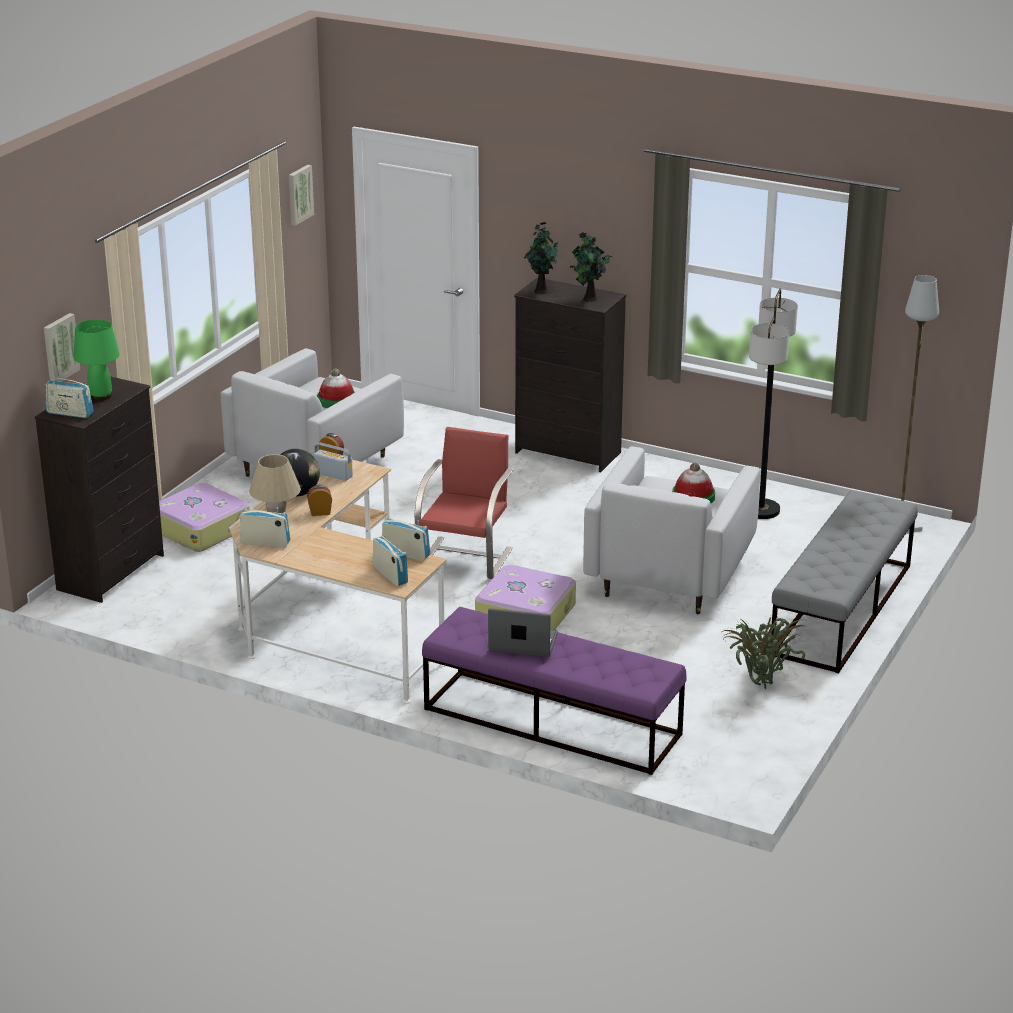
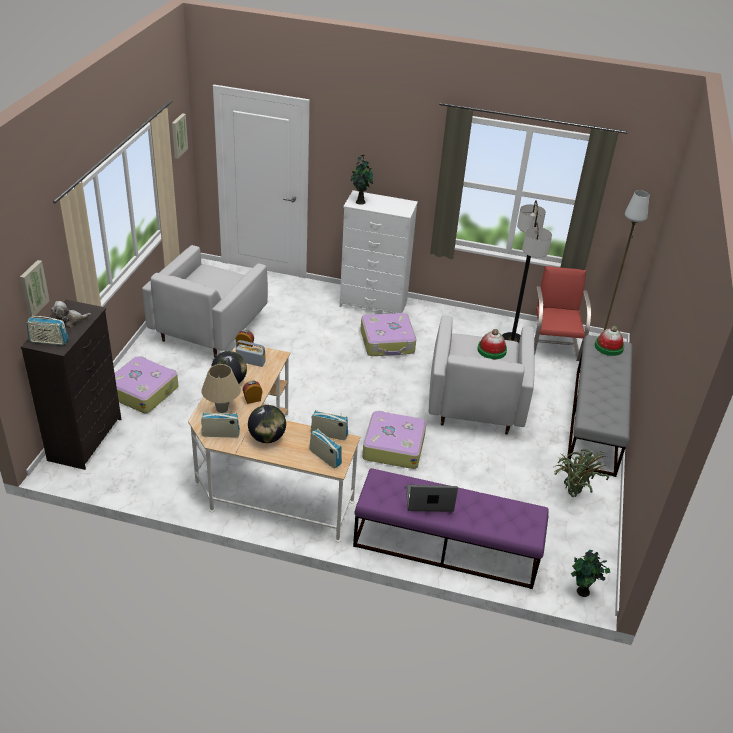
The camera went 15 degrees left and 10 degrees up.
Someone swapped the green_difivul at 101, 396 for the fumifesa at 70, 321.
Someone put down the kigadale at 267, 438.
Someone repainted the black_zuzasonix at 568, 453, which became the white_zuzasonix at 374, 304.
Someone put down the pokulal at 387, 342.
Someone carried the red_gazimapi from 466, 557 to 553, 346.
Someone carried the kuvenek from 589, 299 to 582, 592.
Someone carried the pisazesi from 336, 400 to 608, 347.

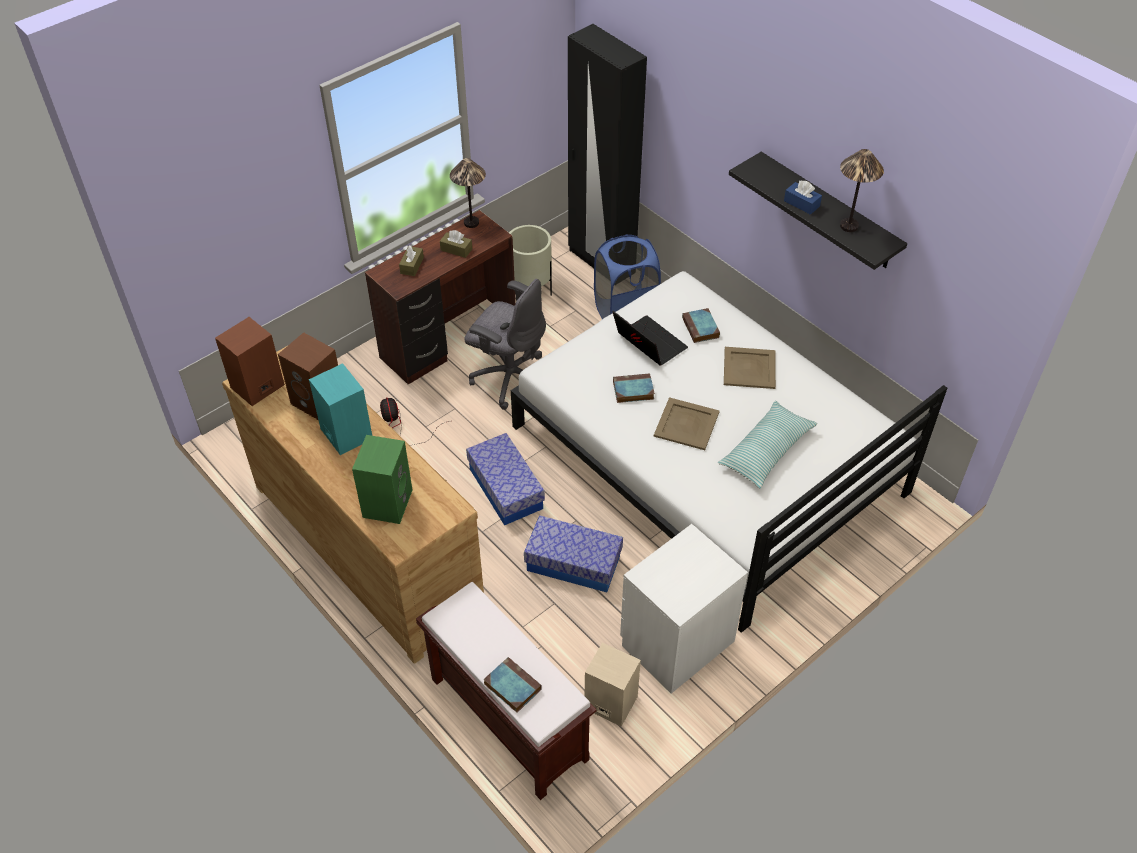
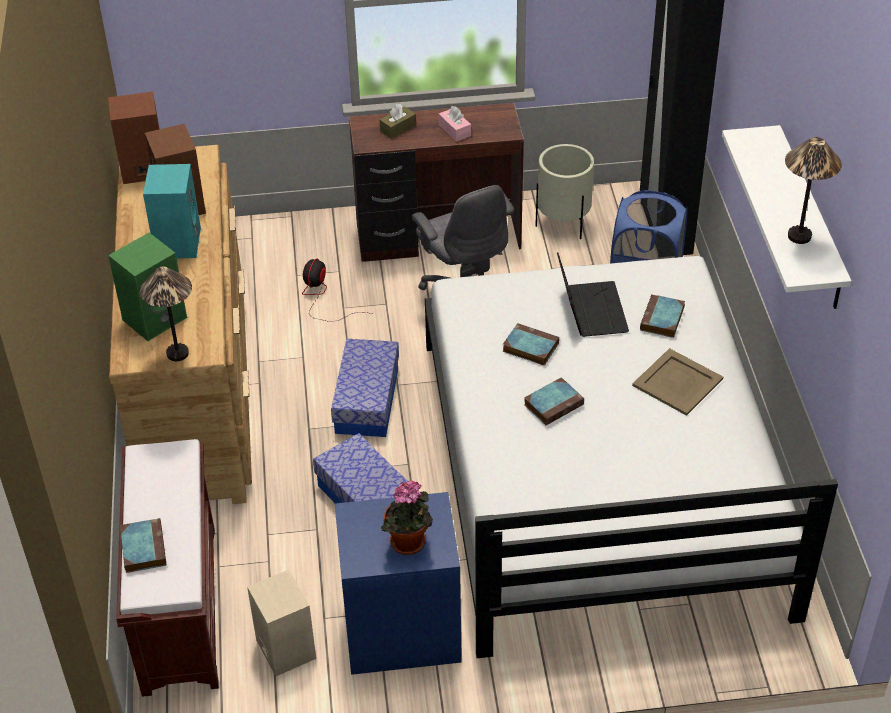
The camera went 35 degrees right and 5 degrees down.
Someone carried the difivul from 471, 222 to 178, 353.
Someone repainted the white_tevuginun at 676, 642, which became the blue_tevuginun at 401, 630.
Someone put down the kuvenek at 409, 544.
Someone repainted the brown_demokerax at 456, 249, which became the pink_demokerax at 454, 130.
Someone swapped the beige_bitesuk at 686, 423 for the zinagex at 554, 404.
Someone repainted the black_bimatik at 828, 211, which became the white_bimatik at 810, 219.
Someone took away the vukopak at 766, 451.
Someone took away the blue_demokerax at 801, 203.

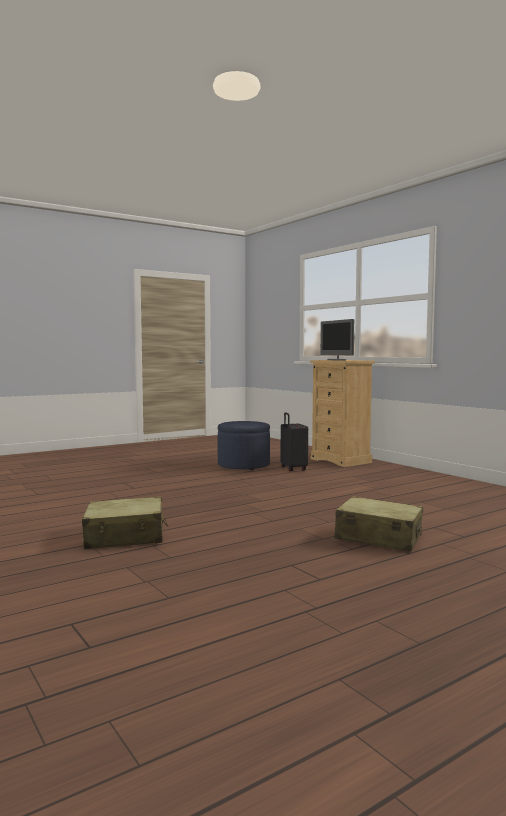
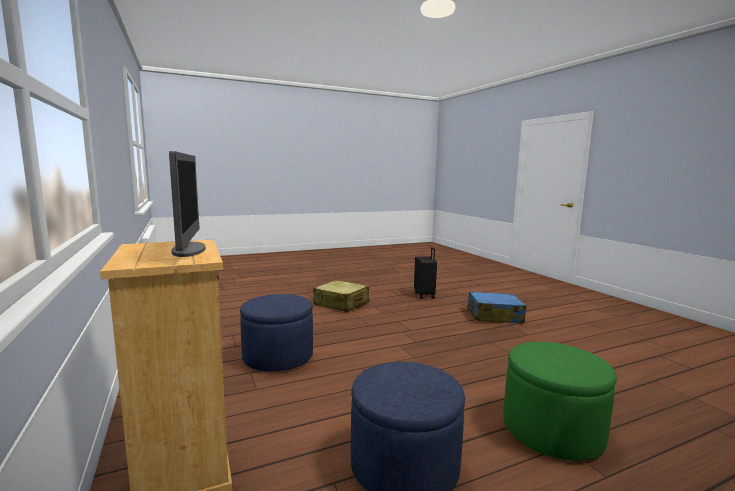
The camera went 170 degrees left and 5 degrees up.
Someone put down the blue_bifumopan at 278, 357.
Someone carried the black_pokulal from 292, 469 to 425, 295.
Someone repainted the beige_pokulal at 125, 537, which became the blue_pokulal at 494, 316.
Someone put down the green_bifumopan at 552, 431.

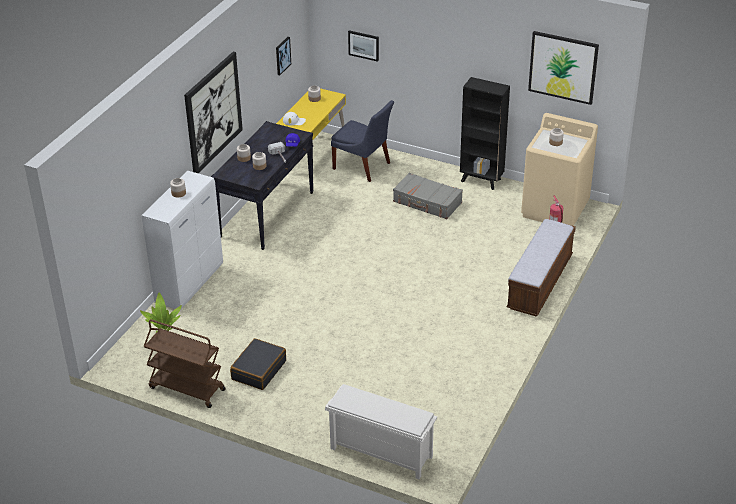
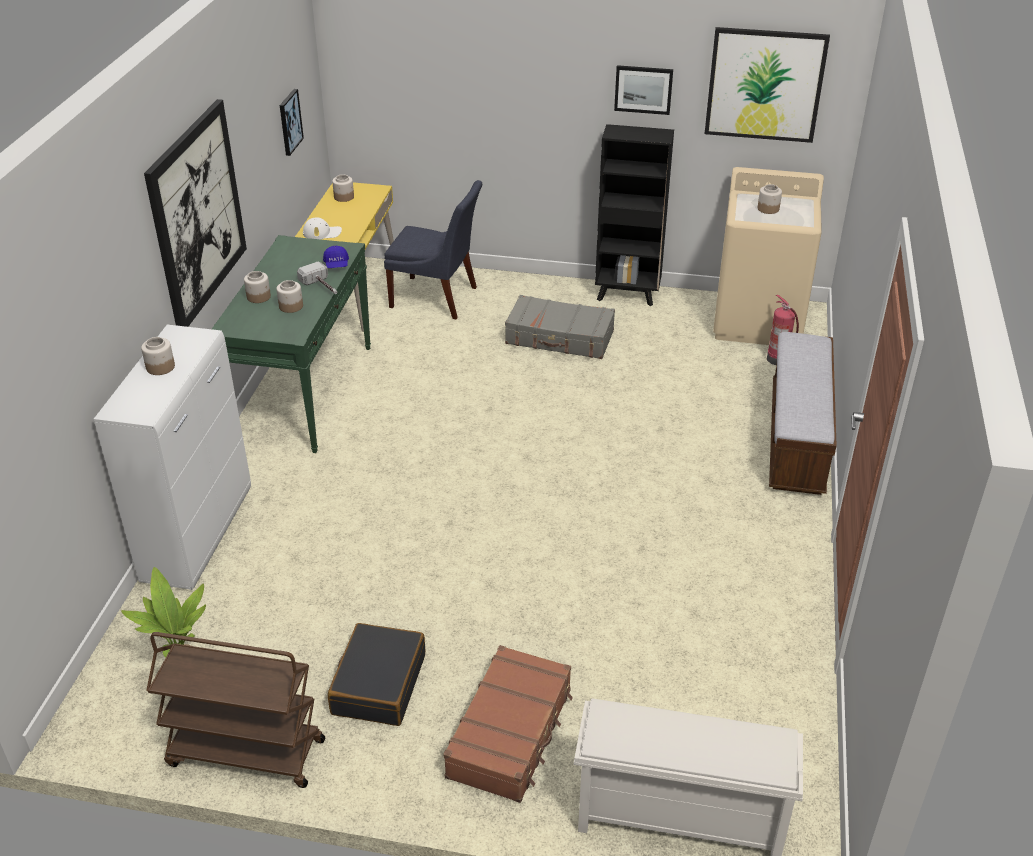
The camera went 15 degrees left and 0 degrees up.
Someone repainted the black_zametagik at 267, 214, which became the green_zametagik at 304, 392.
Someone put down the brown_pokulal at 511, 733.
Someone carried the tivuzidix from 364, 45 to 643, 89.

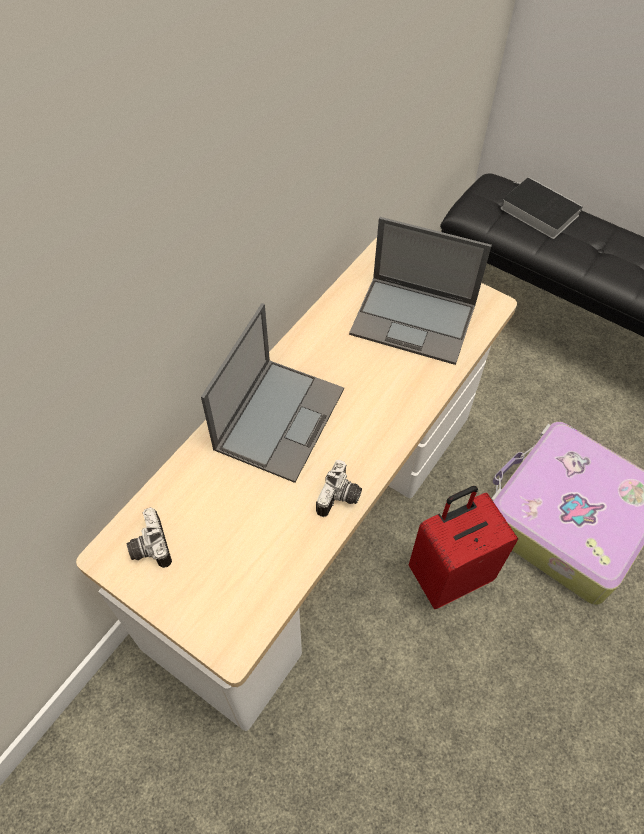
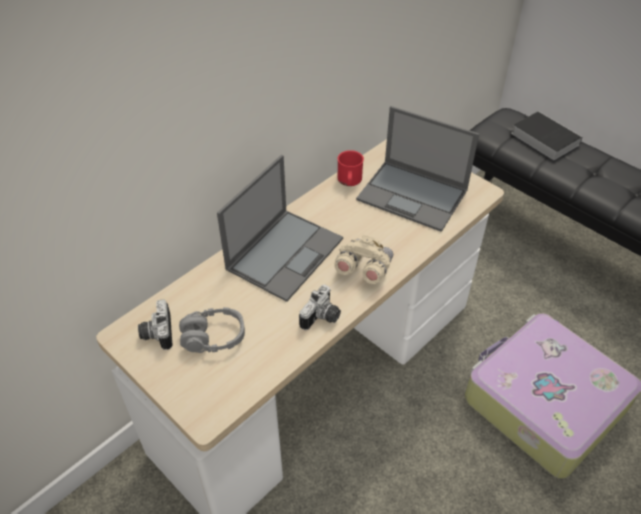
The camera went 10 degrees right and 10 degrees down.
Someone put down the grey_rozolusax at 213, 337.
Someone put down the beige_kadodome at 363, 269.
Someone put down the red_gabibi at 349, 181.
Someone took away the red_pokulal at 449, 575.

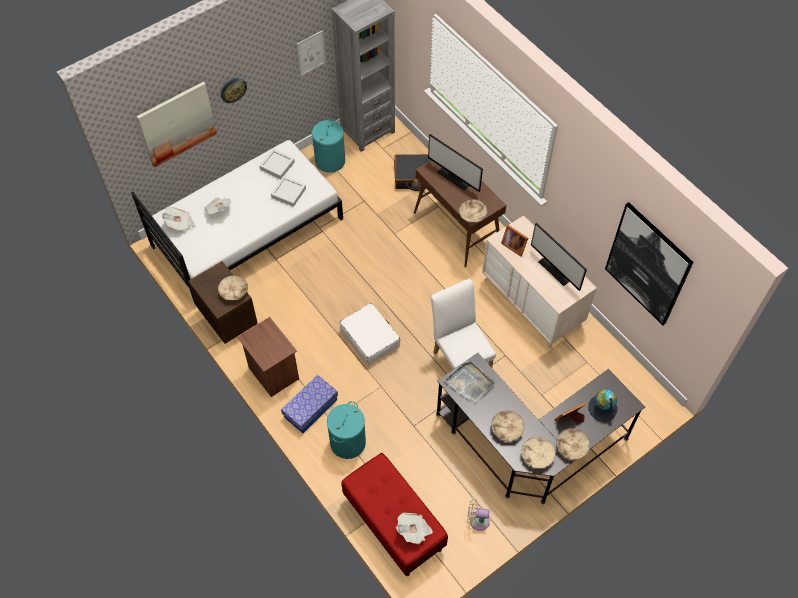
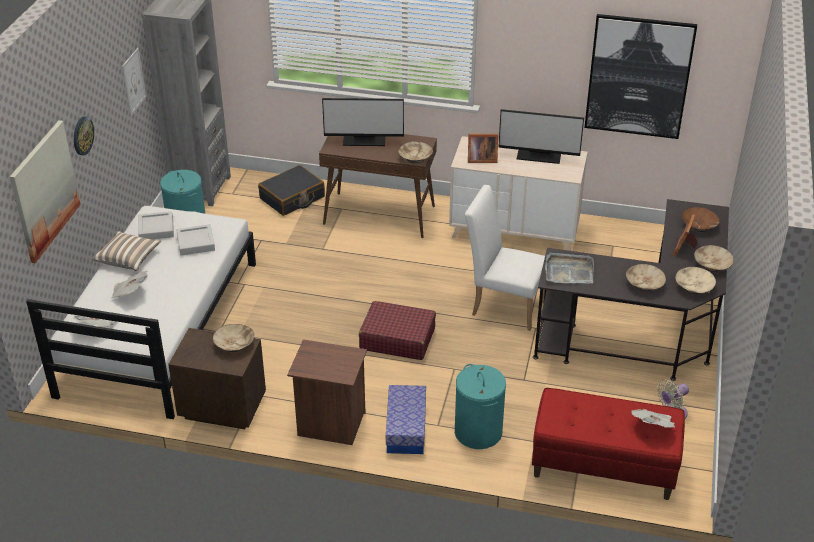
The camera went 40 degrees left and 20 degrees down.
Someone put down the vukopak at 128, 258.
Someone repainted the white_pokulal at 370, 338, which became the red_pokulal at 397, 339.
Someone swapped the kigadale at 602, 408 for the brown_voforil at 699, 226.

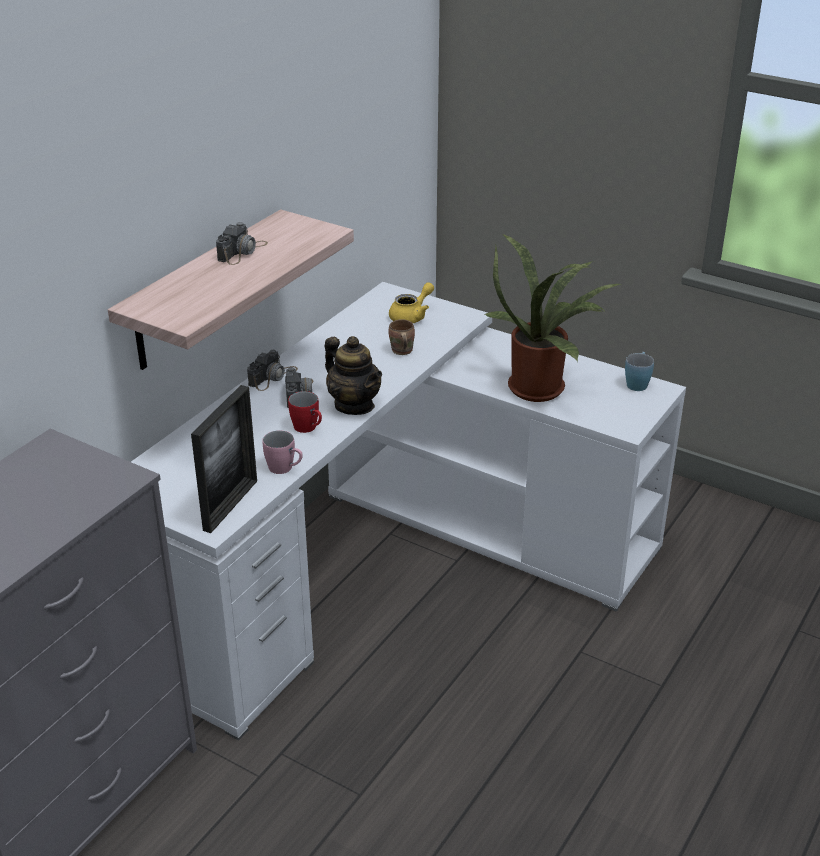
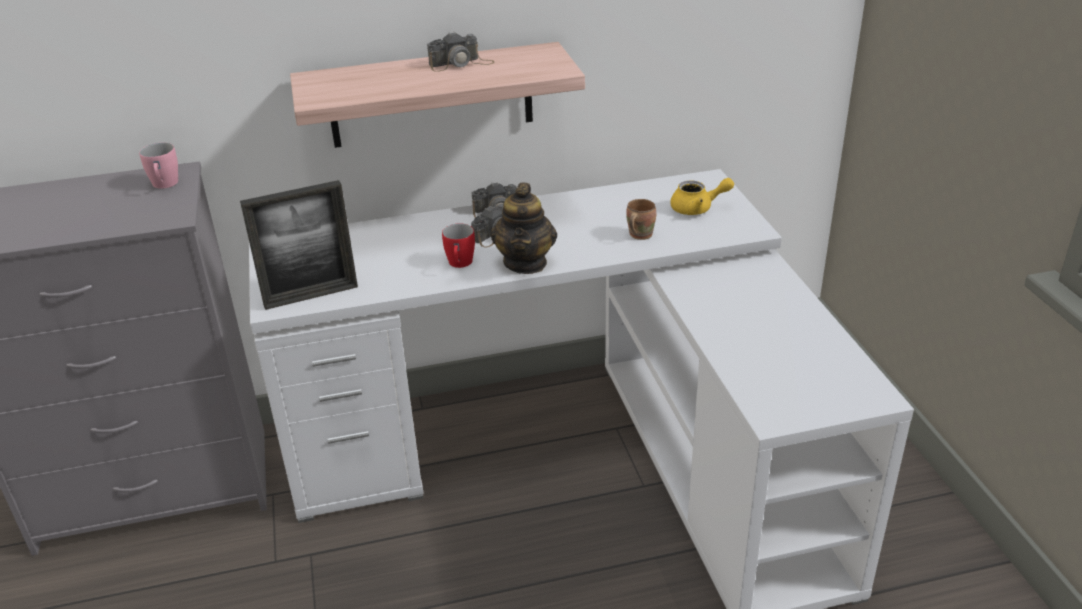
The camera went 45 degrees right and 0 degrees up.
Someone carried the pink_gabibi from 285, 469 to 165, 185.
Someone took away the kuvenek at 541, 387.
Someone took away the blue_gabibi at 637, 382.

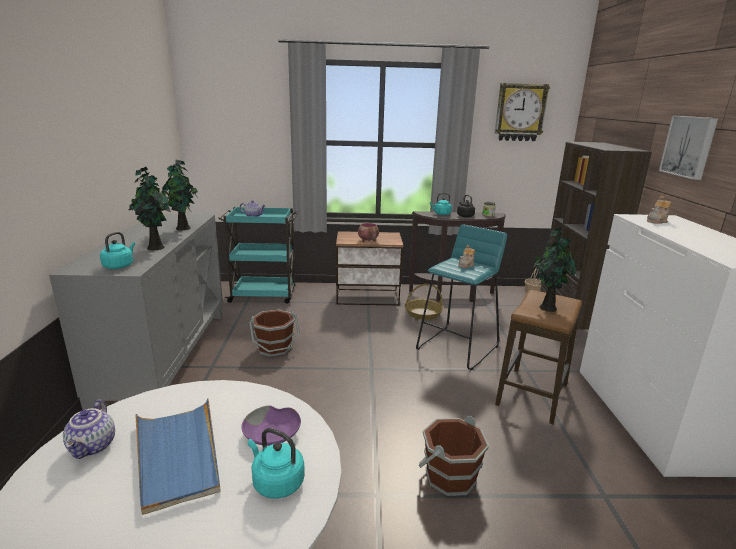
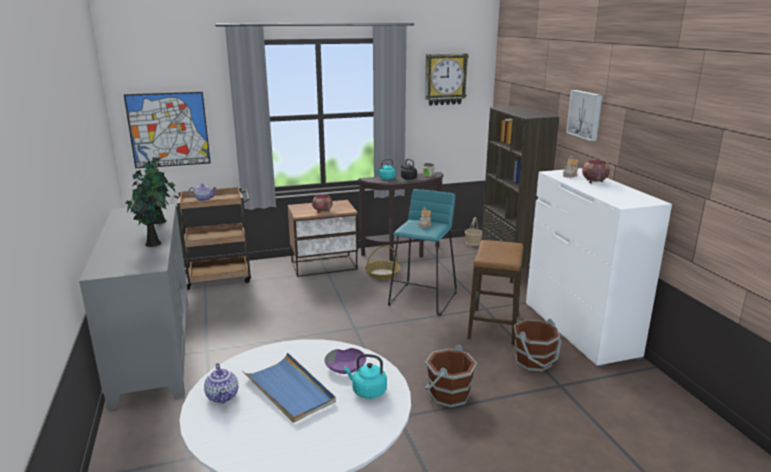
The camera went 15 degrees left and 0 degrees up.
Someone put up the tivuzidix at 168, 130.
Someone repainted the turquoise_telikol at 264, 295, which became the brown_telikol at 220, 278.
Someone carried the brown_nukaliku from 274, 348 to 534, 361.
Someone put down the voforil at 593, 181.
Someone took away the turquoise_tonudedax at 119, 266.
Someone took away the kuvenek at 546, 307.

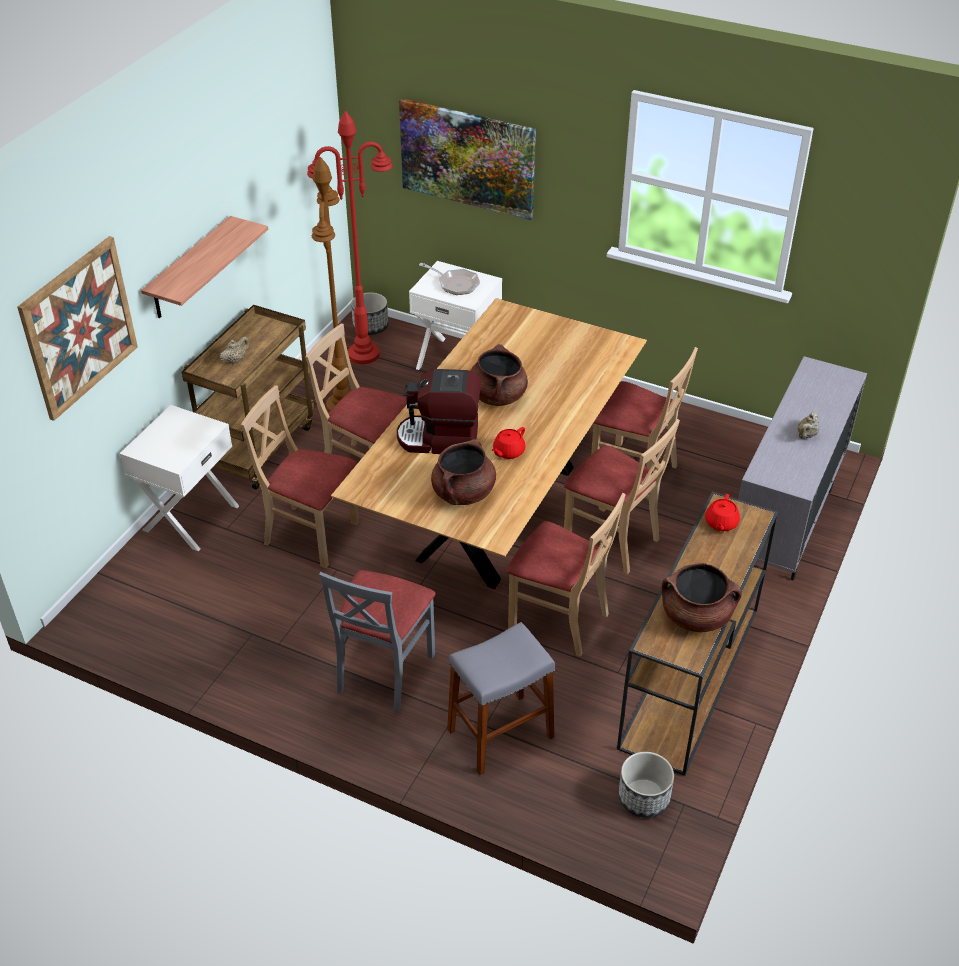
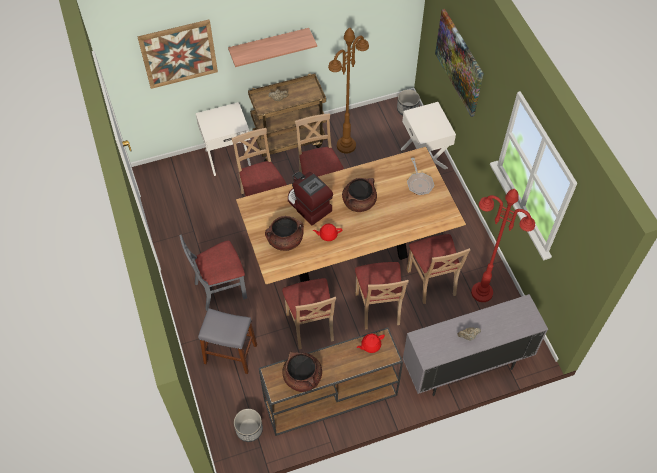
The camera went 45 degrees right and 15 degrees up.
Someone carried the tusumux from 455, 284 to 419, 183.
Someone carried the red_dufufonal from 364, 354 to 482, 292.

